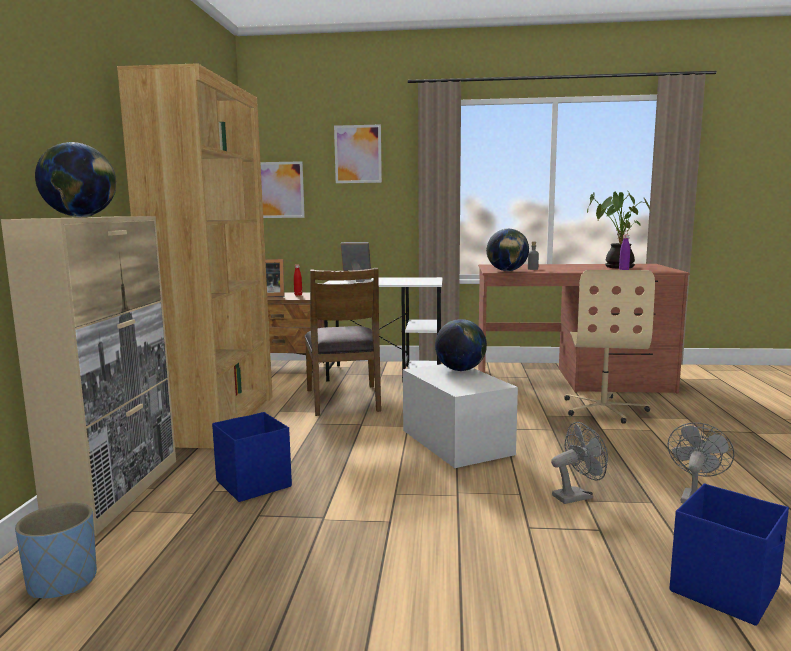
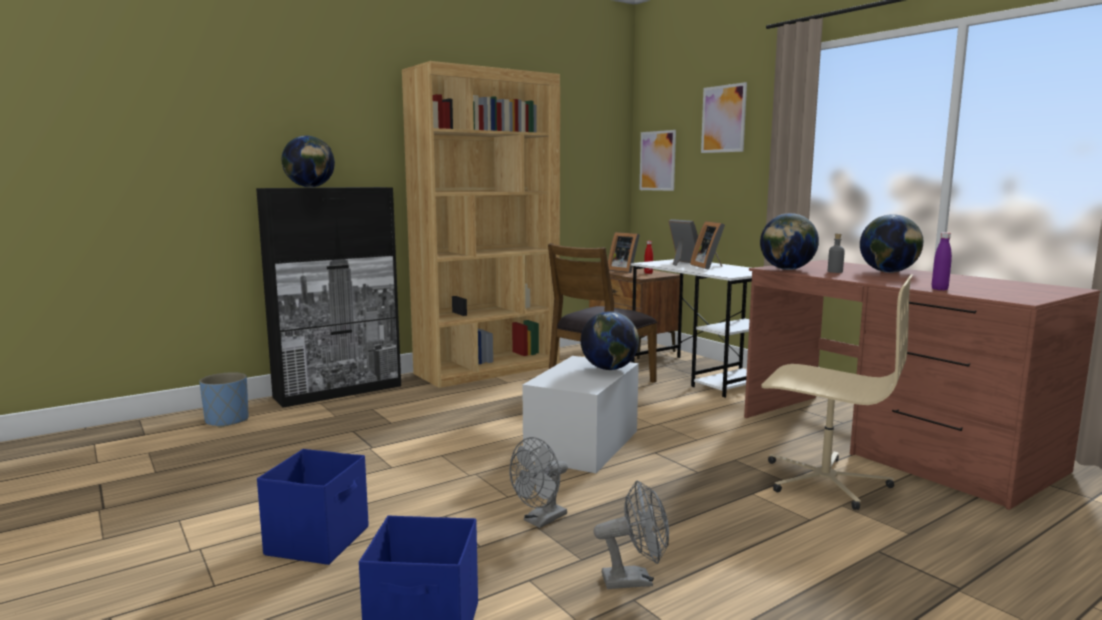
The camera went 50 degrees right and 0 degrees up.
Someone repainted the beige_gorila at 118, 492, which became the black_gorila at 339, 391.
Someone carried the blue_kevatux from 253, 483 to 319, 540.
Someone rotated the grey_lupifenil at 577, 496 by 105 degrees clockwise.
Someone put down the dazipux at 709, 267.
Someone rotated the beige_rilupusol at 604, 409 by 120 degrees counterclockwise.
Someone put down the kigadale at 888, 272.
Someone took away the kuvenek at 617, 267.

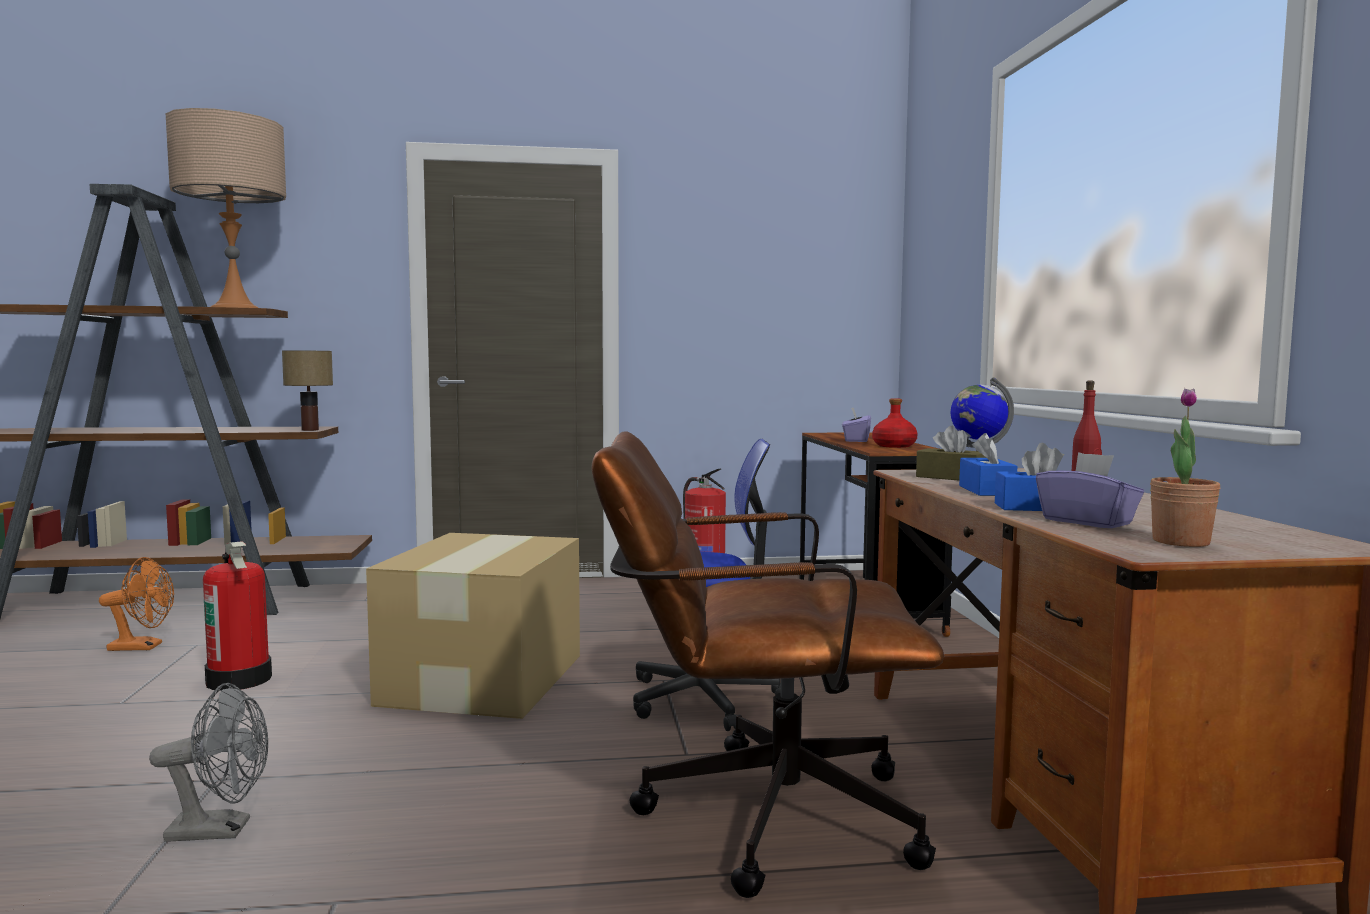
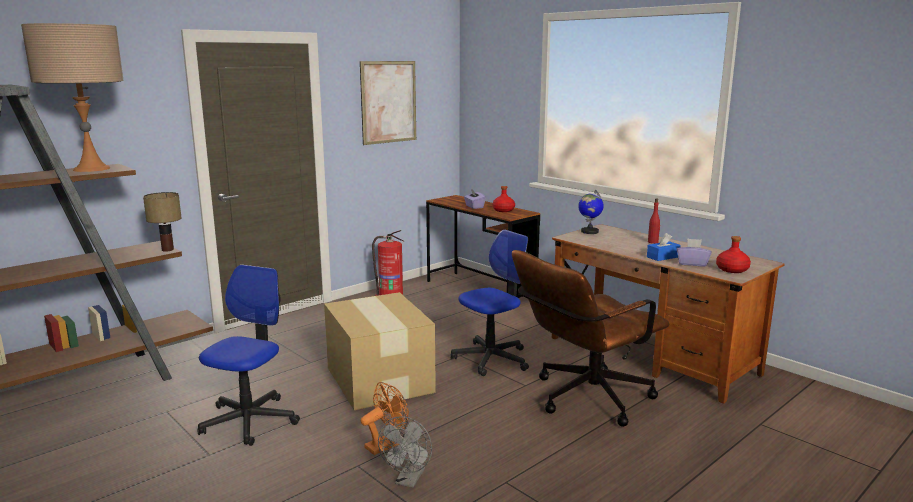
The camera went 35 degrees left and 10 degrees up.
Someone swapped the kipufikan at 240, 680 for the rilupusol at 249, 420.
Someone put up the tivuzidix at 389, 102.
Someone carried the orange_lupifenil from 143, 647 to 386, 444.
Someone rotated the grey_lupifenil at 221, 830 by 150 degrees clockwise.
Someone swapped the kuvenek at 1180, 542 for the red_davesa at 732, 270.
Someone took away the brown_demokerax at 950, 477.
Someone took away the blue_demokerax at 986, 490.

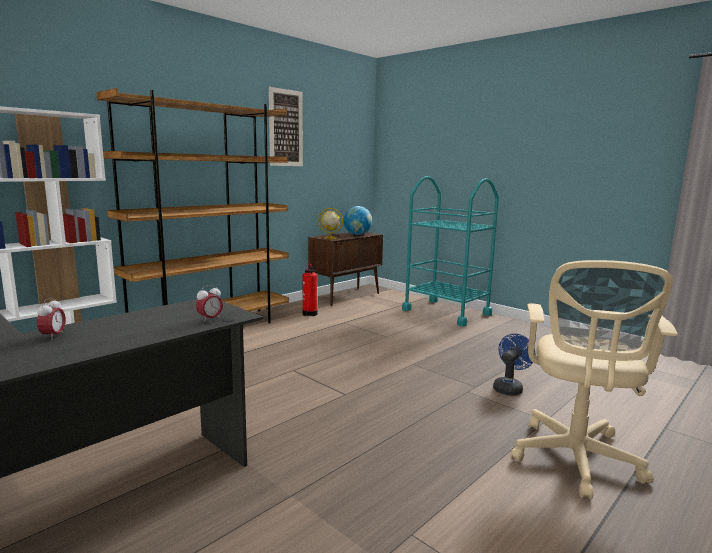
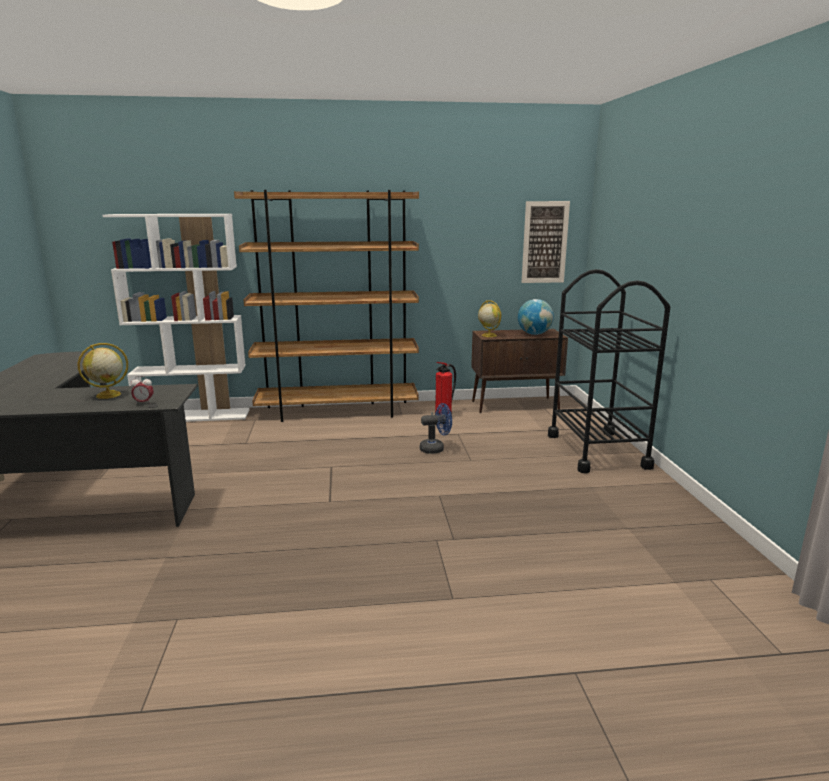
The camera went 40 degrees right and 5 degrees up.
Someone put down the kigadale at 107, 395.
Someone carried the blue_lupifenil from 509, 388 to 436, 449.
Someone carried the tivuzidix from 286, 128 to 545, 242.
Someone repainted the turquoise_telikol at 446, 312, which became the black_telikol at 597, 451.
Someone took away the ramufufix at 53, 336.
Someone took away the beige_rilupusol at 575, 461.

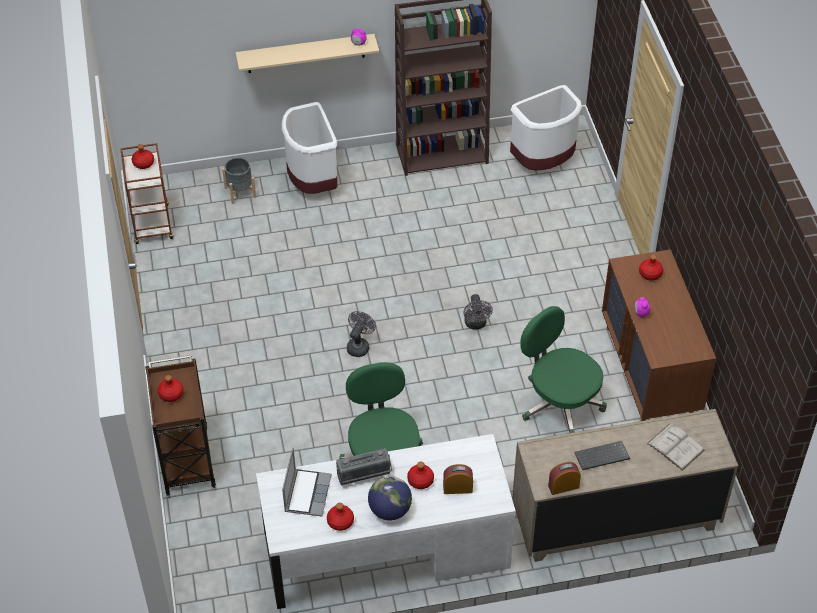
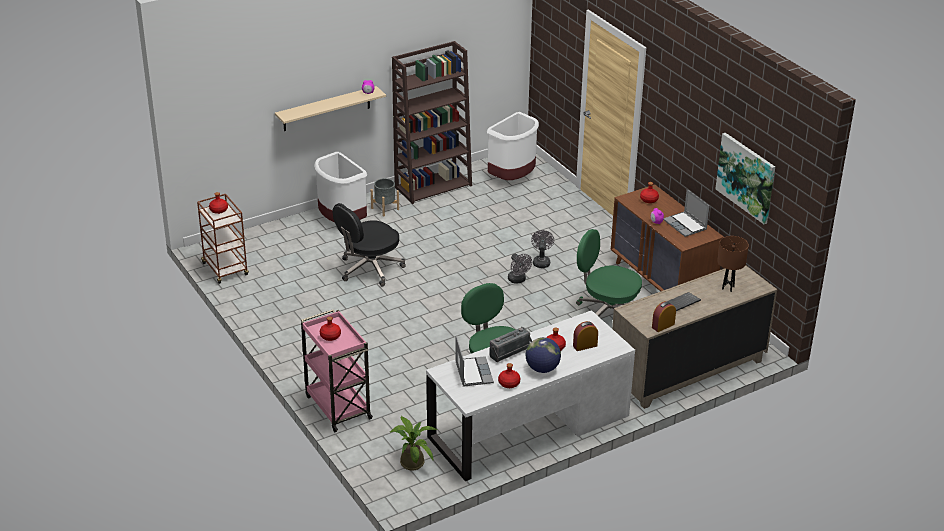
The camera went 20 degrees left and 15 degrees down.
Someone repainted the brown_telikol at 186, 458, which became the pink_telikol at 337, 406.
Someone put down the black_rilupusol at 369, 269.
Someone carried the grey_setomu from 240, 192 to 385, 209.
Someone put down the kuvenek at 412, 461.
Someone carried the grey_lupifenil from 359, 345 to 541, 261.
Someone put down the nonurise at 686, 225.
Someone put up the tivuzidix at 746, 177.
Someone swapped the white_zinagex at 675, 447 for the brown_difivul at 728, 288.

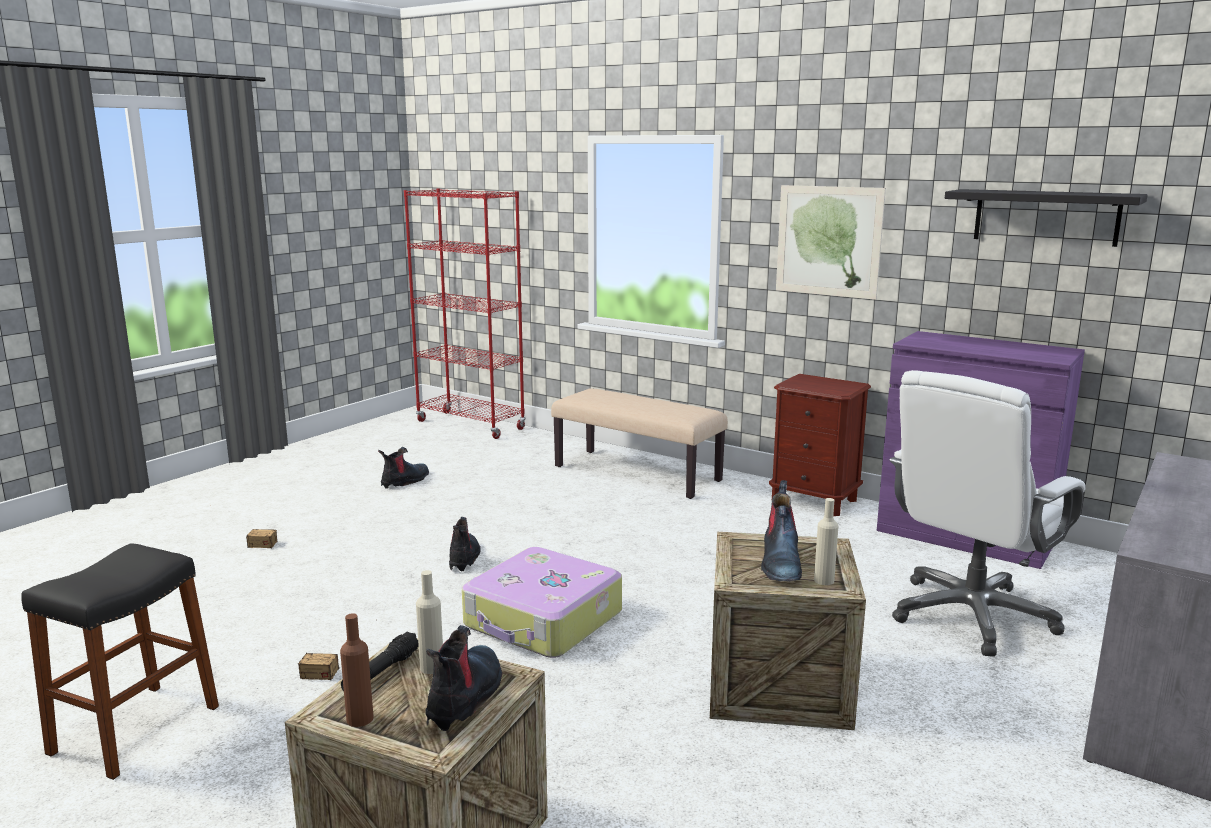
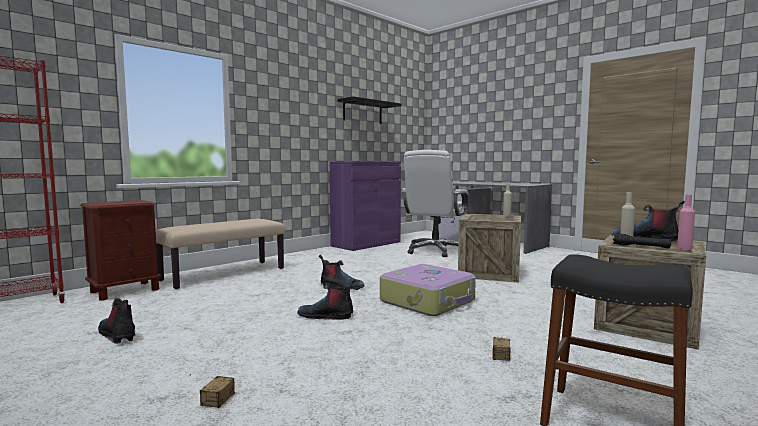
The camera went 80 degrees left and 10 degrees down.
Someone carried the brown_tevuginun from 814, 500 to 125, 291.
Someone carried the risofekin from 780, 563 to 341, 287.
Someone rotated the white_rilupusol at 971, 616 by 60 degrees clockwise.
Someone repainted the brown_davesa at 360, 719, which became the pink_davesa at 684, 248.
Someone took away the tivuzidix at 828, 241.

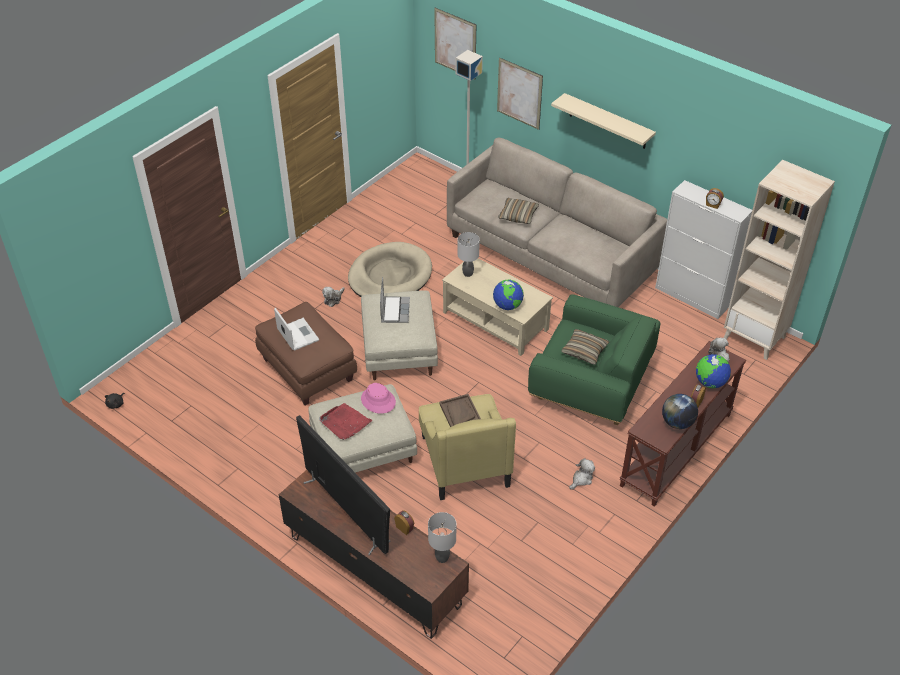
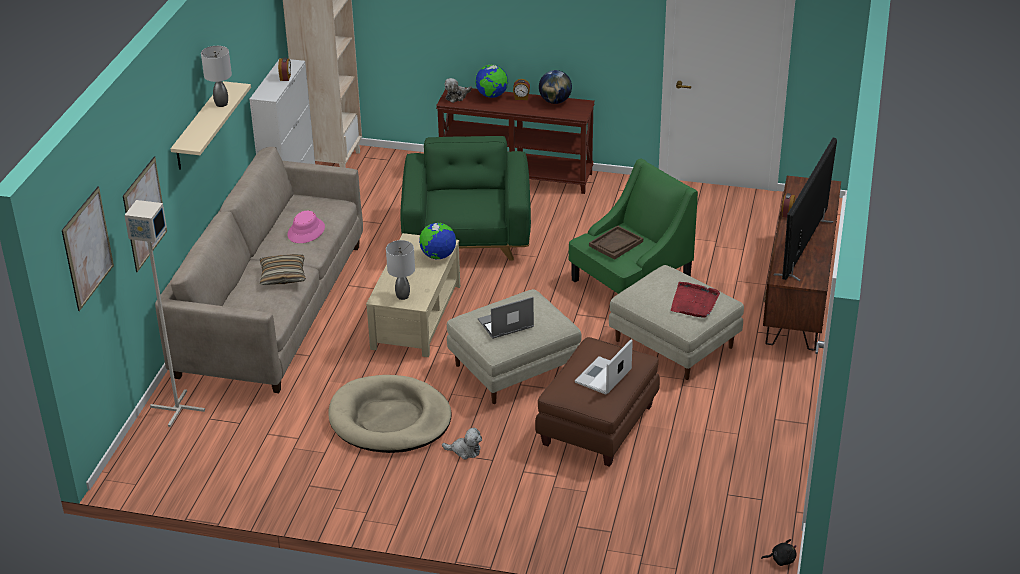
The camera went 115 degrees left and 10 degrees down.
Someone carried the grey_difivul from 442, 557 to 221, 104.
Someone carried the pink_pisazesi from 378, 400 to 306, 231.
Someone repainted the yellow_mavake at 464, 460, which became the green_mavake at 630, 280.
Someone took away the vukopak at 584, 351.
Someone took away the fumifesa at 581, 479.

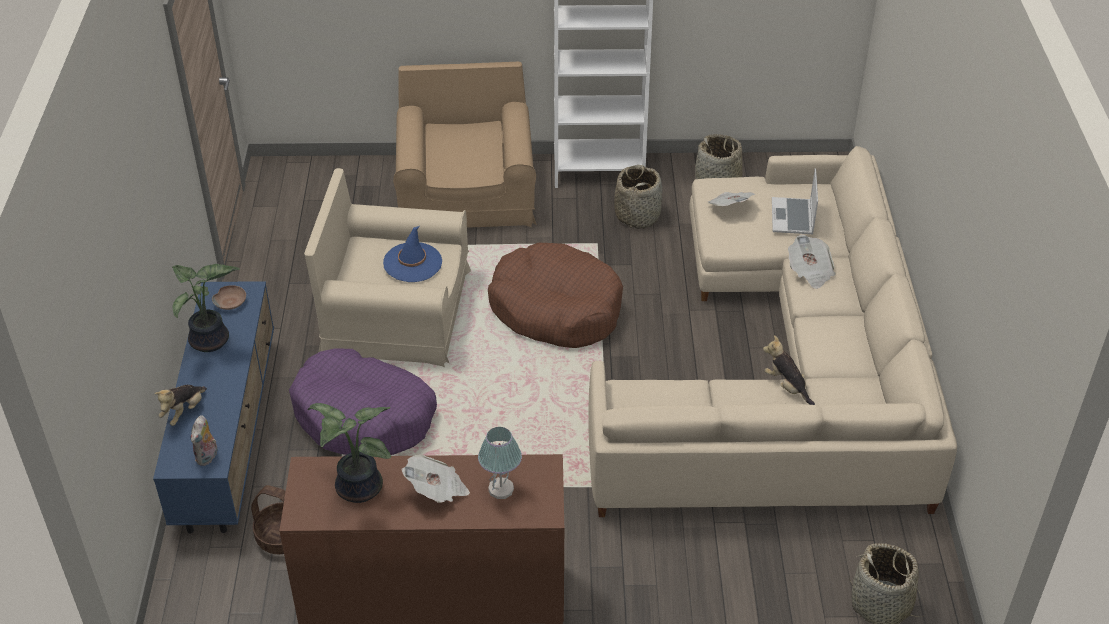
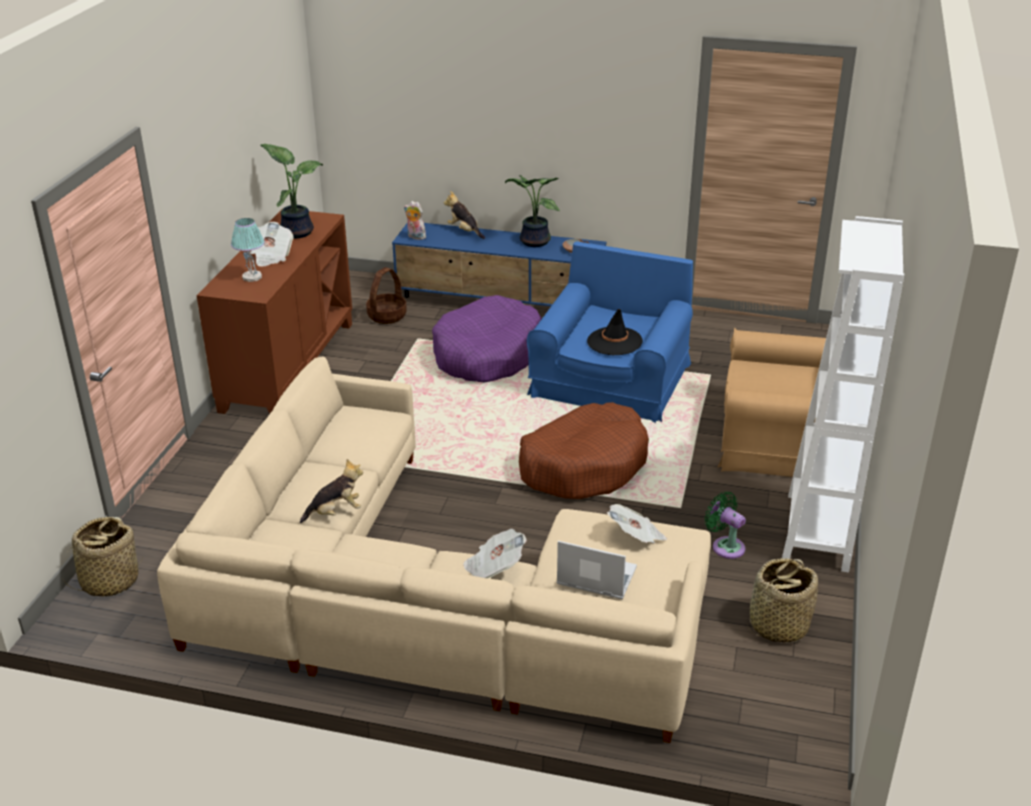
The camera went 105 degrees right and 10 degrees down.
Someone repainted the beige_mavake at 396, 312, which became the blue_mavake at 611, 380.
Someone repainted the blue_pisazesi at 412, 262, which became the black_pisazesi at 614, 341.
Someone swapped the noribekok at 637, 215 for the green_lupifenil at 725, 546.

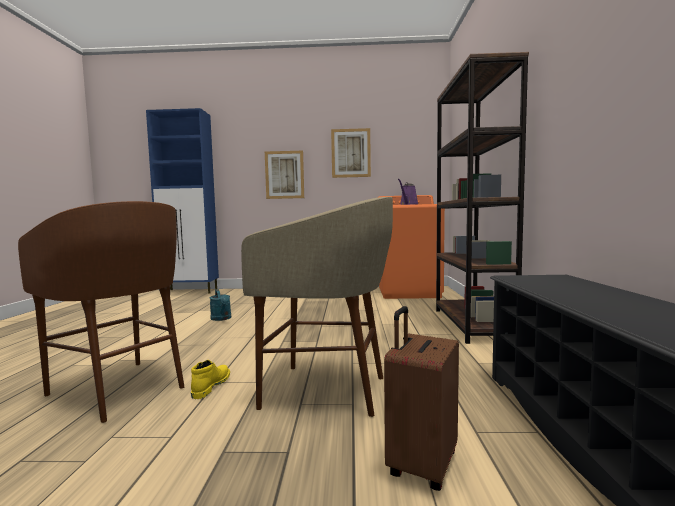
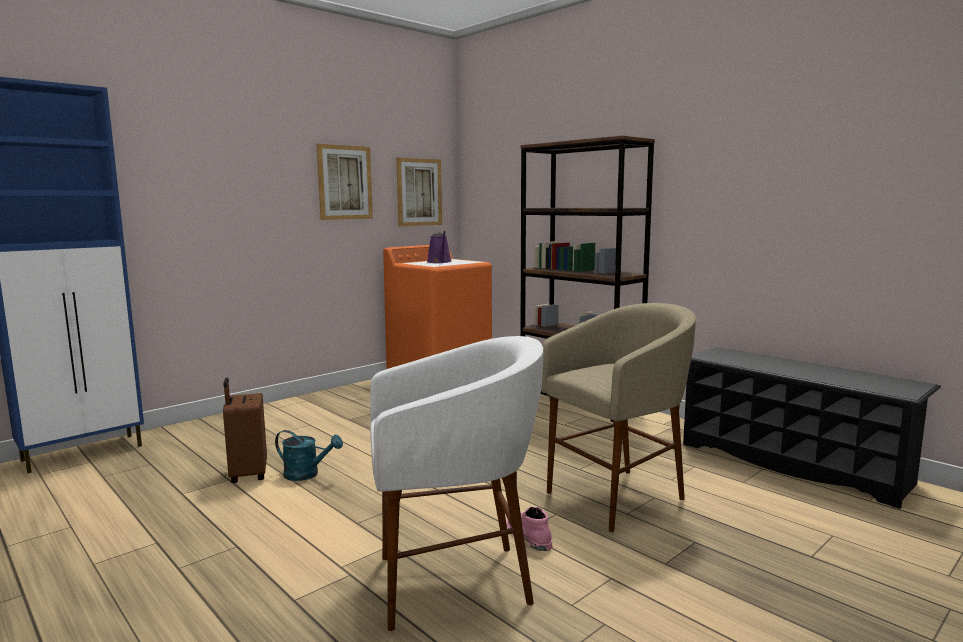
The camera went 45 degrees left and 5 degrees up.
Someone carried the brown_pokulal from 421, 464 to 247, 475.
Someone repainted the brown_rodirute at 119, 390, which became the white_rodirute at 454, 582.
Someone carried the tivuzidix from 284, 175 to 419, 192.
Someone repainted the yellow_risofekin at 210, 386, which became the pink_risofekin at 527, 536.

